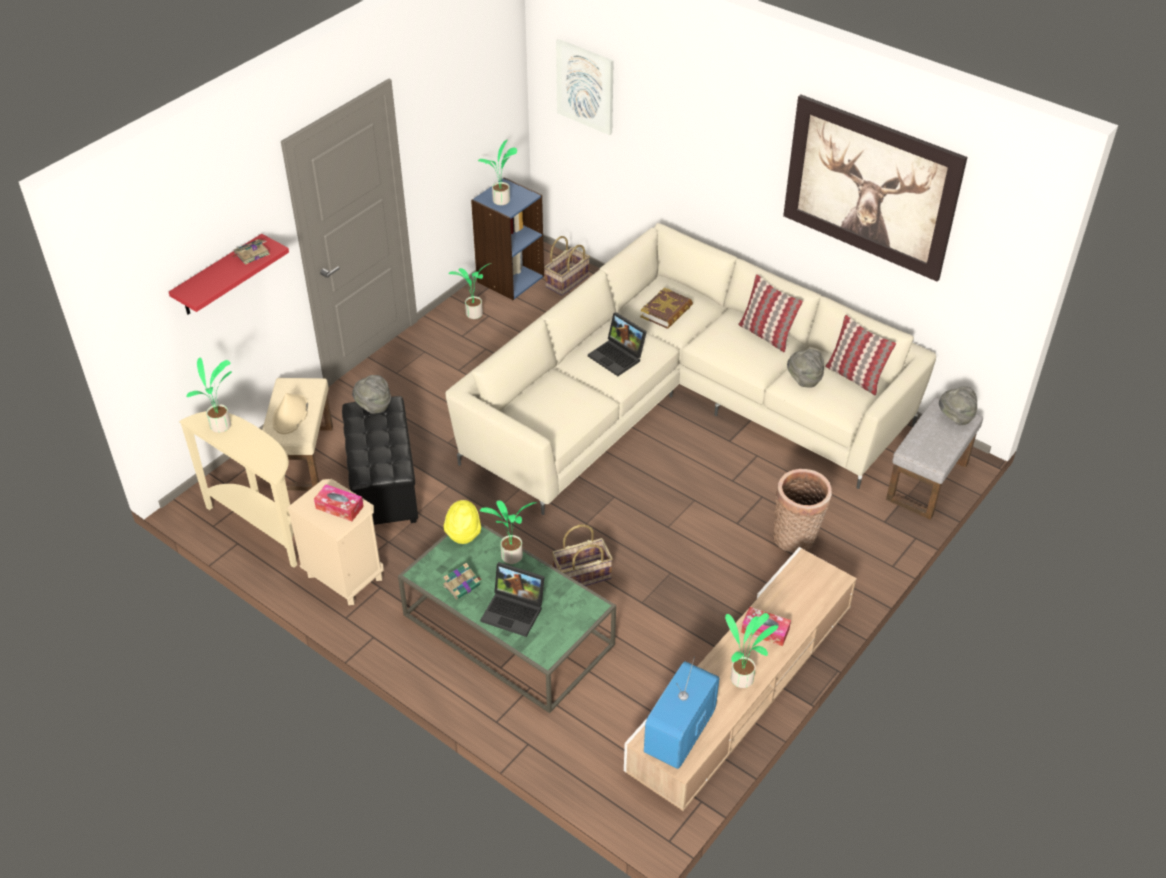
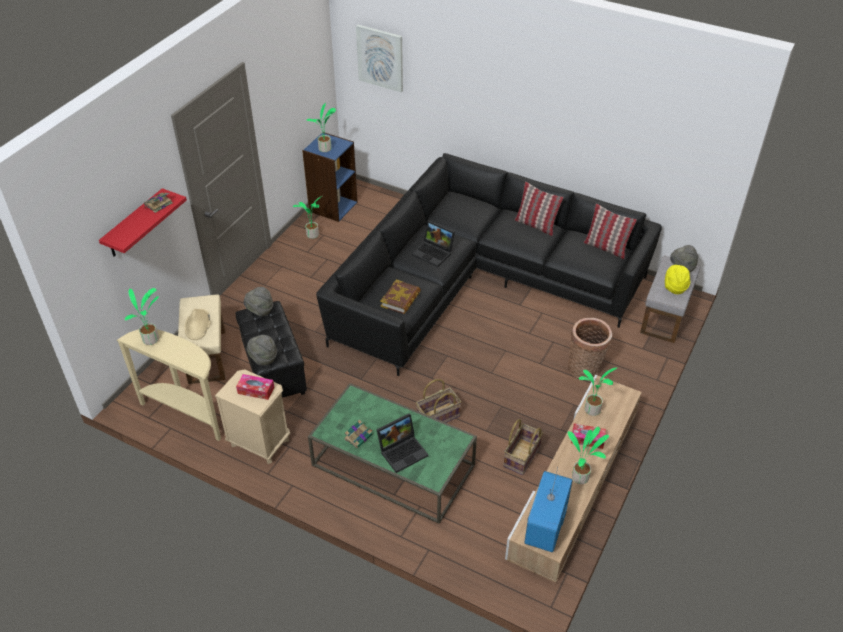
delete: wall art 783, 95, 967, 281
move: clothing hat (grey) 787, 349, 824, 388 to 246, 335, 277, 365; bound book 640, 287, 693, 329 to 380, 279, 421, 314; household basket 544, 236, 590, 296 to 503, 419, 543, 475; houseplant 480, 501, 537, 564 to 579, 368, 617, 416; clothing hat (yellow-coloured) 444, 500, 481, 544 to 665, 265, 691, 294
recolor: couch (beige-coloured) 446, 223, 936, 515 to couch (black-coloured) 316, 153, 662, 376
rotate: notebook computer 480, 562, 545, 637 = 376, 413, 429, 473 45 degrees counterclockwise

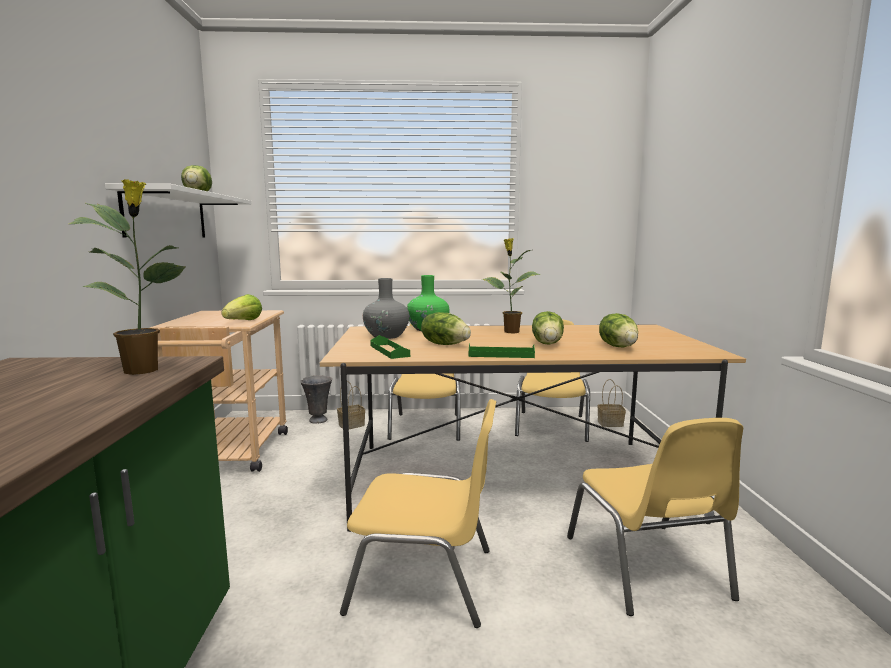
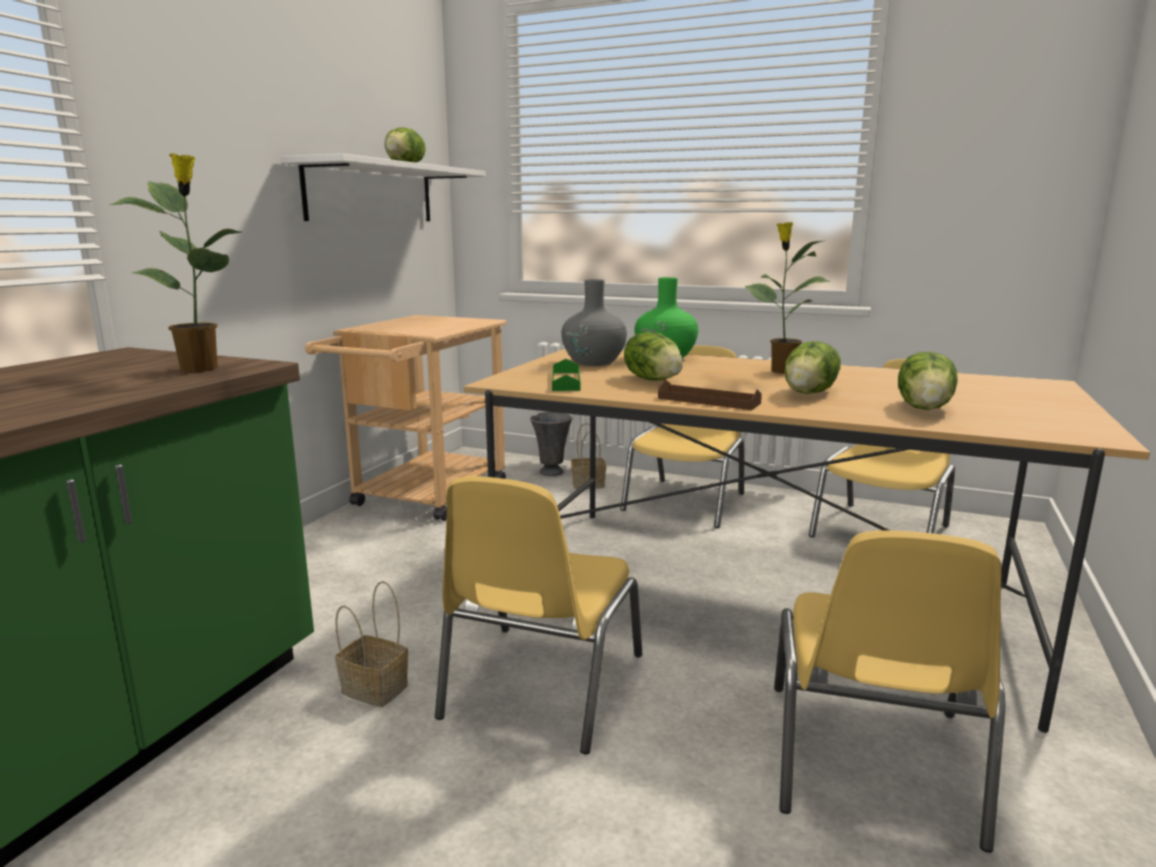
delete: lettuce head 221, 294, 262, 320
move: household basket 598, 379, 626, 427 to 335, 581, 408, 707
recolor: serving tray (green-coloured) 469, 343, 535, 358 to serving tray (brown) 658, 379, 762, 410
rotate: plain chair (yellow-coloured) 340, 399, 497, 628 = 435, 476, 642, 754 75 degrees clockwise

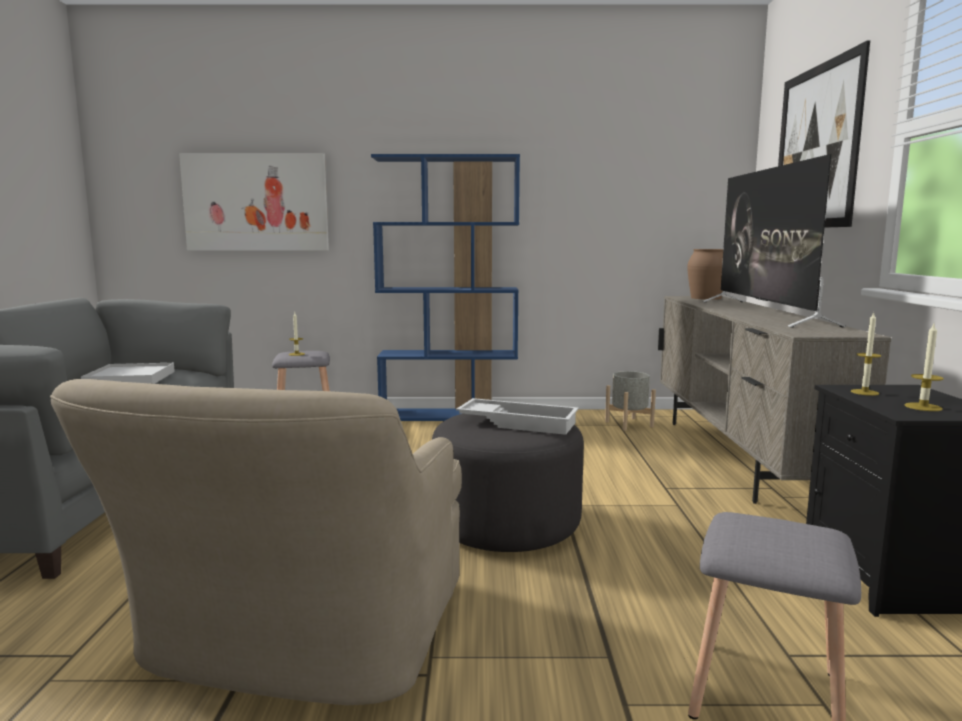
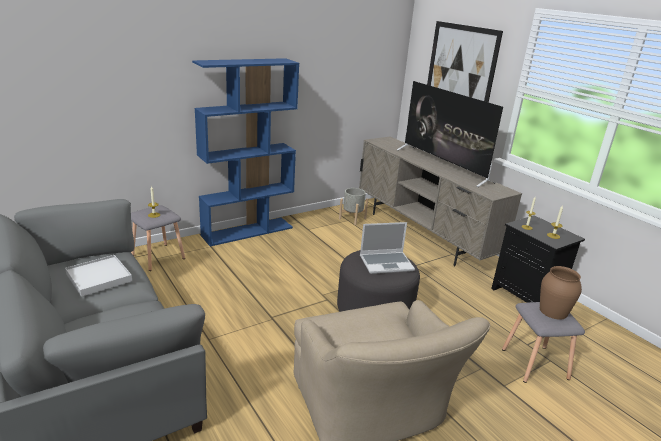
delete: wall art 179, 153, 329, 251
move: decorative vase (brown) 687, 249, 723, 300 to 540, 266, 582, 320
replace: serving tray (white-coloured) 456, 398, 579, 435 to notebook computer 360, 222, 415, 274

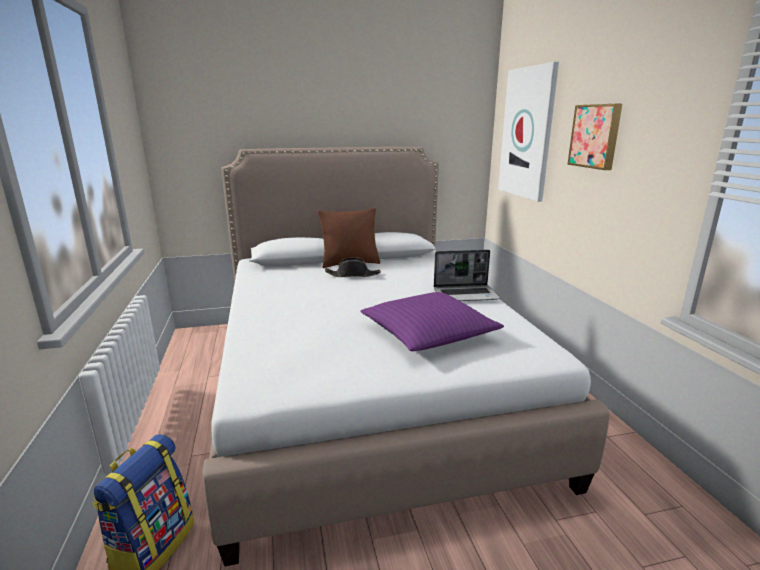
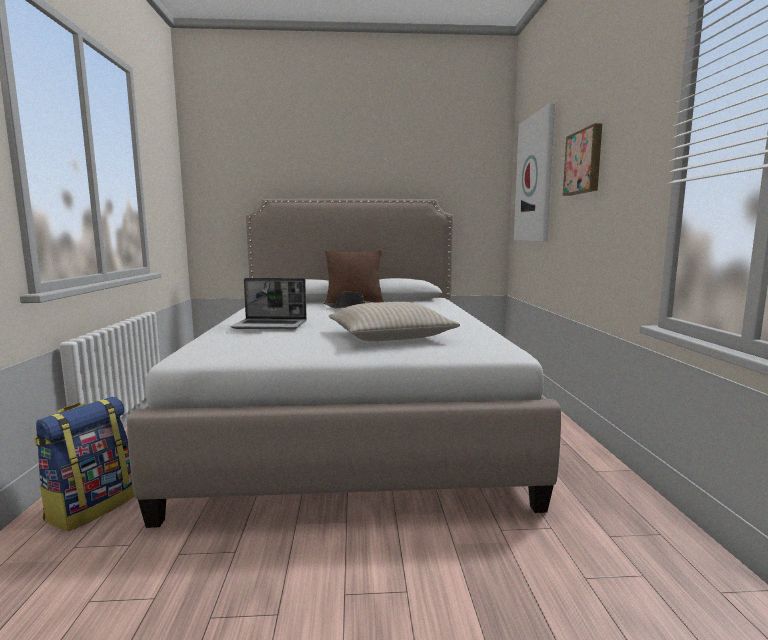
move: notebook computer 434, 250, 500, 301 to 231, 278, 307, 329
recolor: cushion (purplish) 361, 292, 504, 351 to cushion (beige-coloured) 328, 302, 460, 341

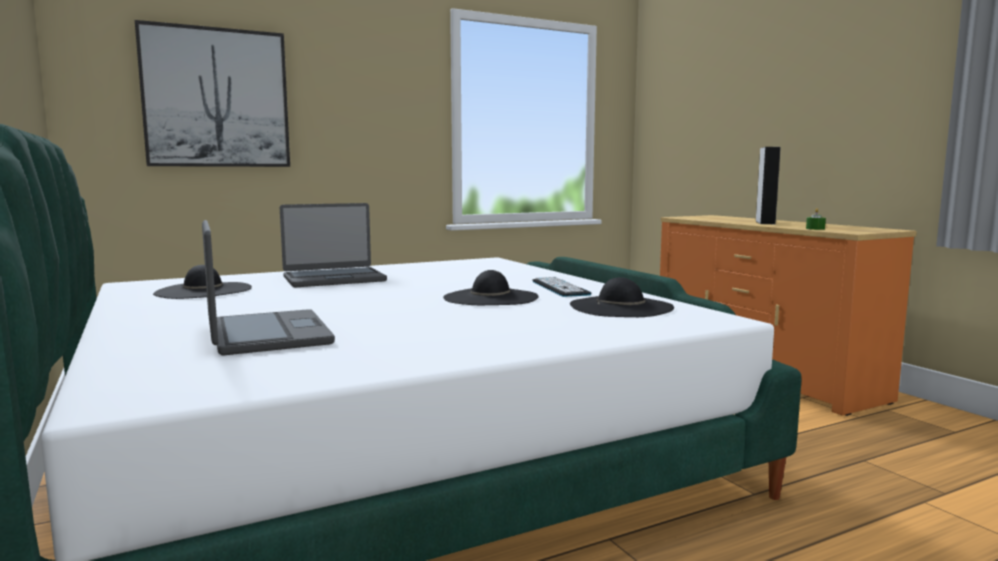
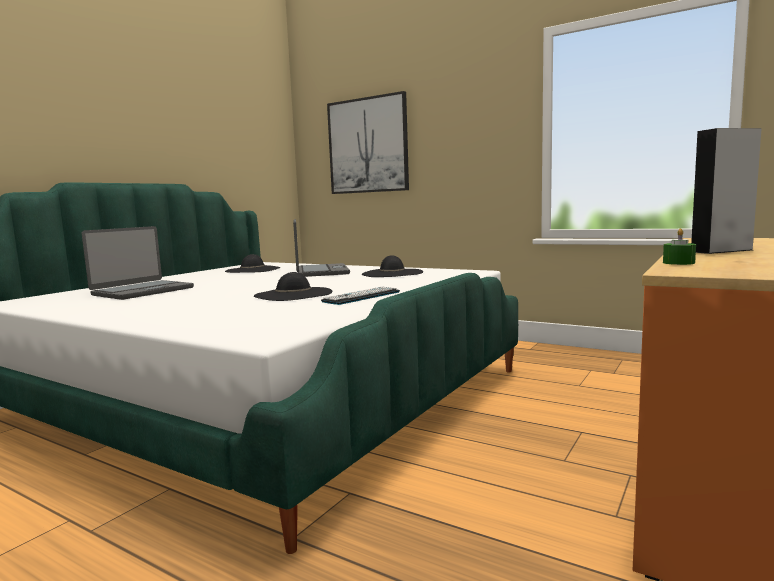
move: clothing hat (black-coloured) 570, 277, 674, 317 to 362, 255, 423, 277
rotate: notebook computer 280, 203, 387, 287 = 293, 219, 350, 277 135 degrees counterclockwise

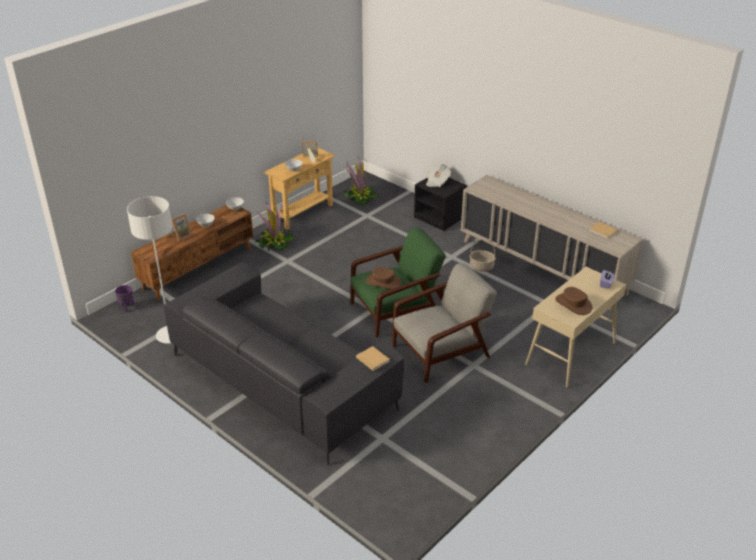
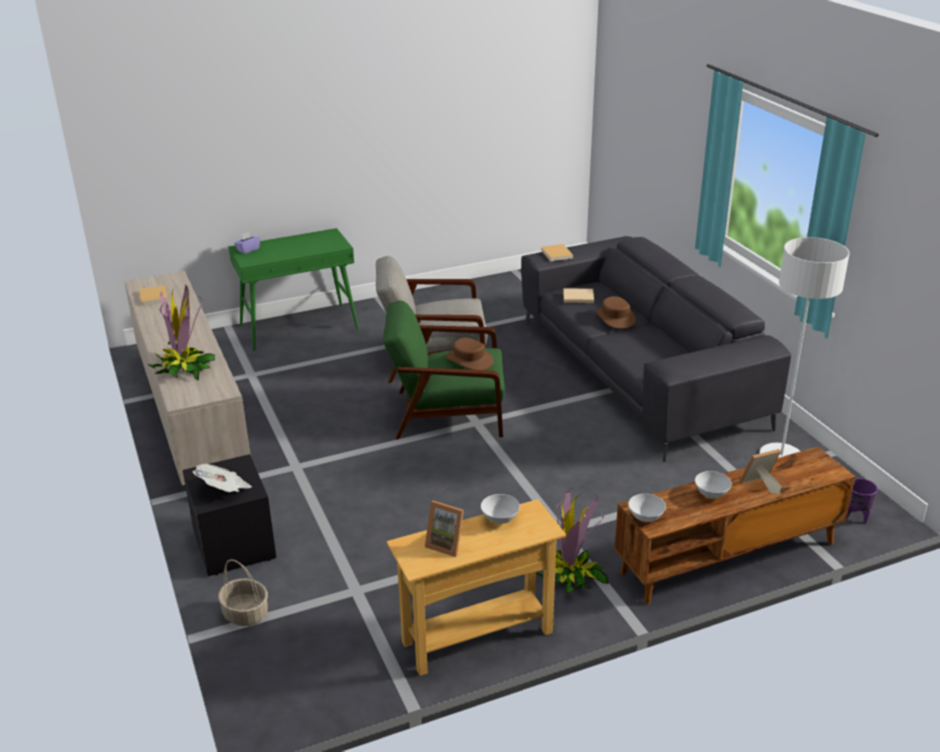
insert: bound book (beige-coloured) 563, 288, 594, 303
move: houseplant 344, 158, 378, 204 to 148, 284, 215, 381; household basket 469, 239, 496, 272 to 218, 560, 268, 626; clothing hat (brown) 555, 287, 593, 315 to 596, 296, 636, 329
recolor: hall table (beige-coloured) 525, 267, 626, 387 to hall table (green-coloured) 229, 228, 359, 350

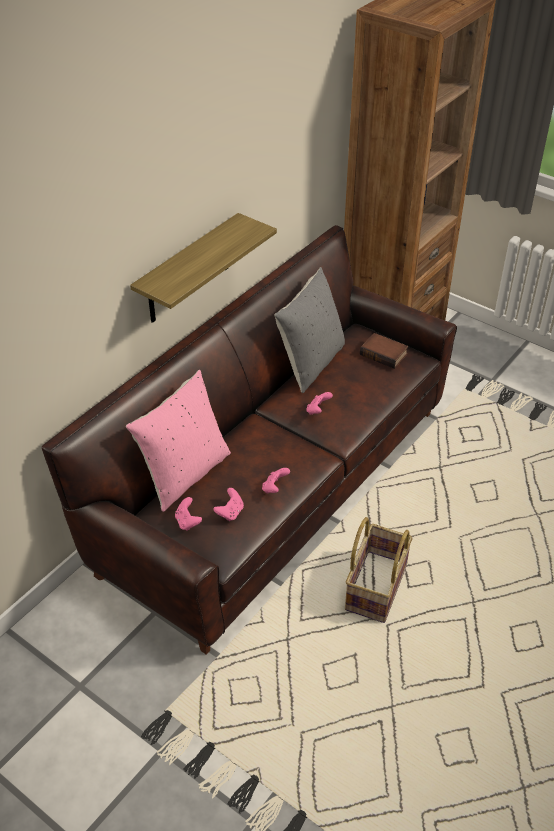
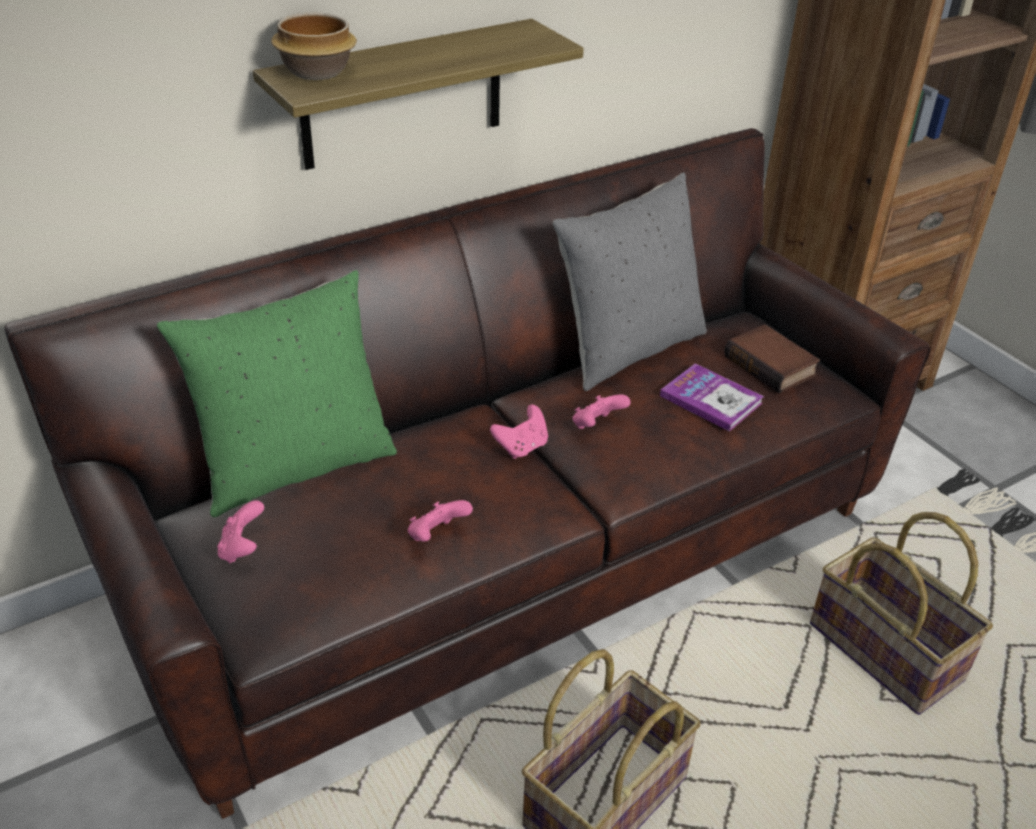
insert: serving bowl 271, 13, 357, 80; bound book 660, 363, 764, 432; household basket 810, 512, 993, 715
move: game controller (pinkish) 213, 488, 244, 521 to 490, 405, 548, 459
recolor: cushion (pinkish) 126, 370, 231, 512 to cushion (green-coloured) 157, 270, 397, 517

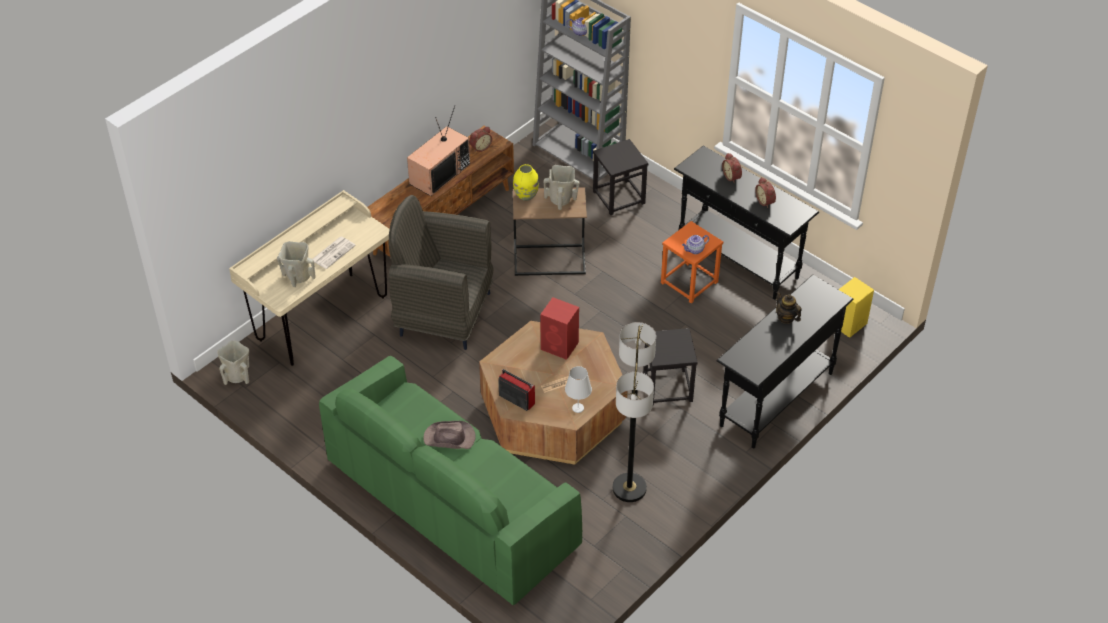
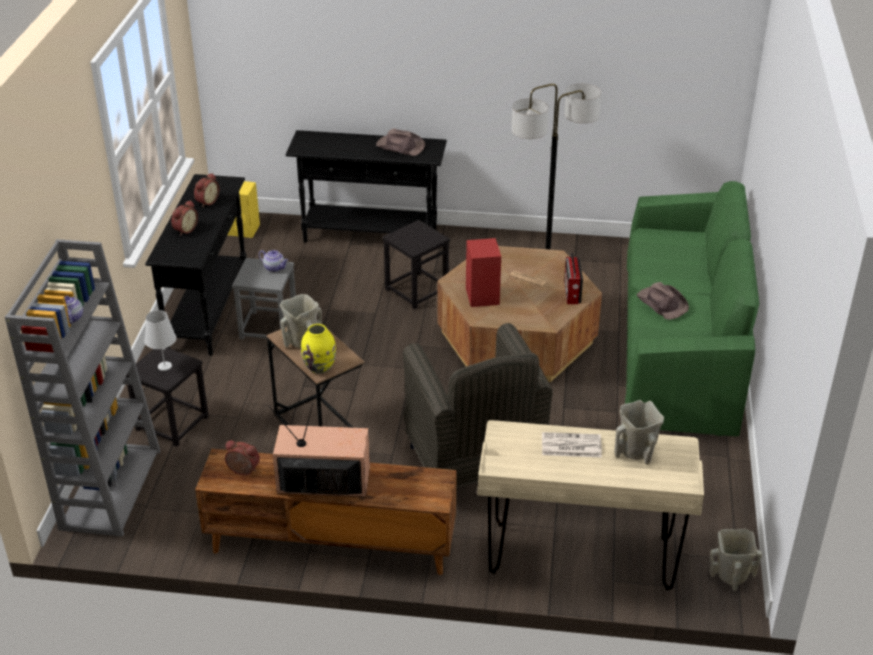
delete: teapot 776, 291, 802, 324
insert: clothing hat (brown) 376, 128, 425, 156
move: table lamp (white-coloured) 565, 366, 592, 413 to 144, 310, 176, 371
recolor: stool seat (orange) 661, 221, 723, 303 to stool seat (grey) 232, 258, 296, 340

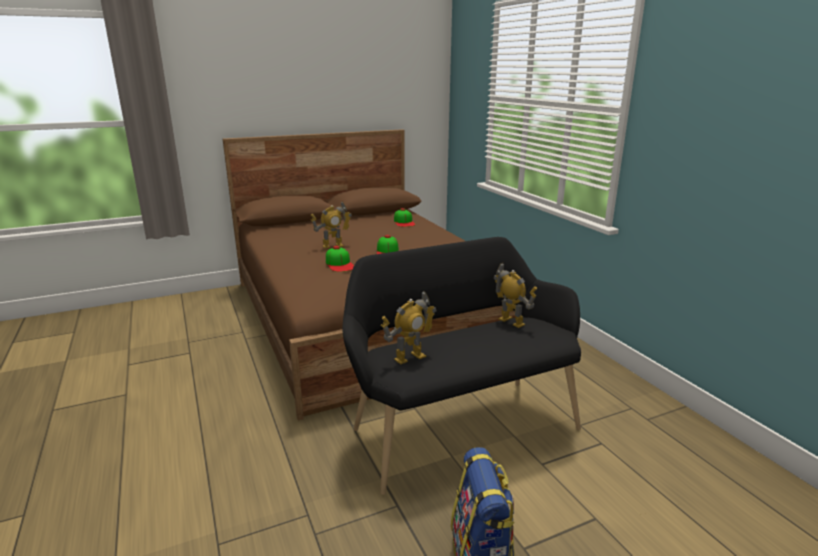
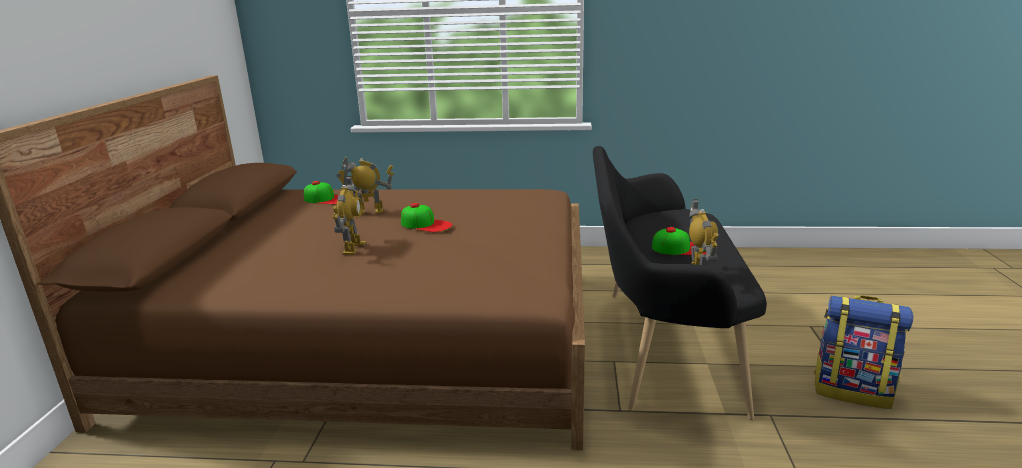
move: model robot 494, 263, 537, 328 to 336, 156, 394, 215; peaked cap 326, 246, 354, 272 to 652, 227, 707, 255

